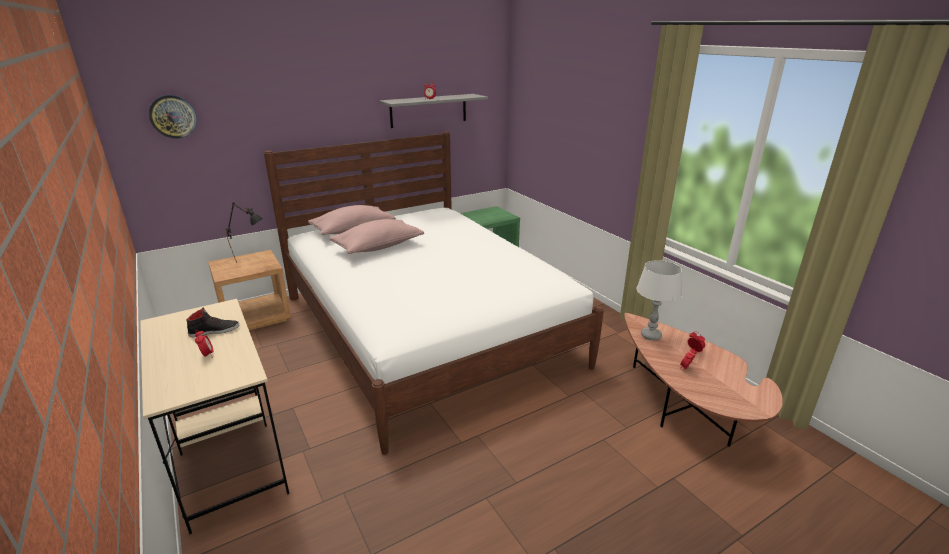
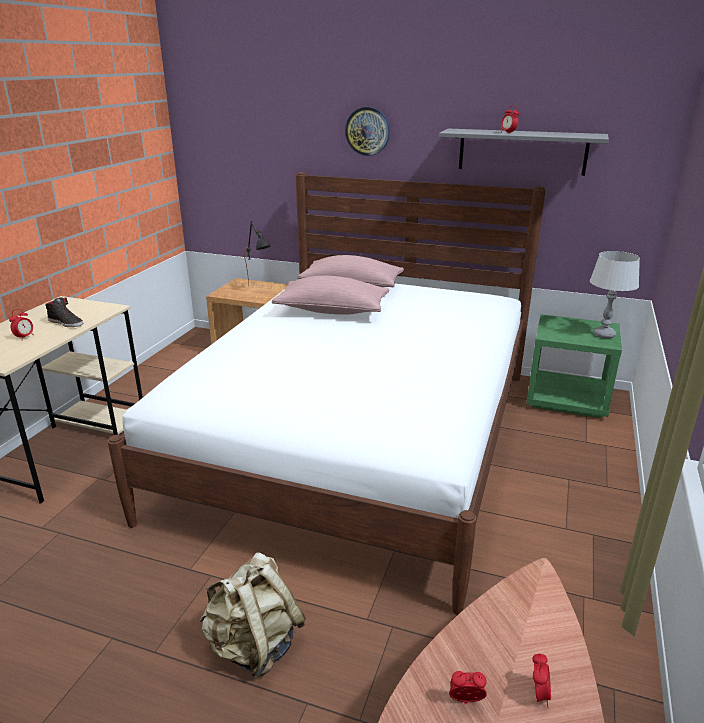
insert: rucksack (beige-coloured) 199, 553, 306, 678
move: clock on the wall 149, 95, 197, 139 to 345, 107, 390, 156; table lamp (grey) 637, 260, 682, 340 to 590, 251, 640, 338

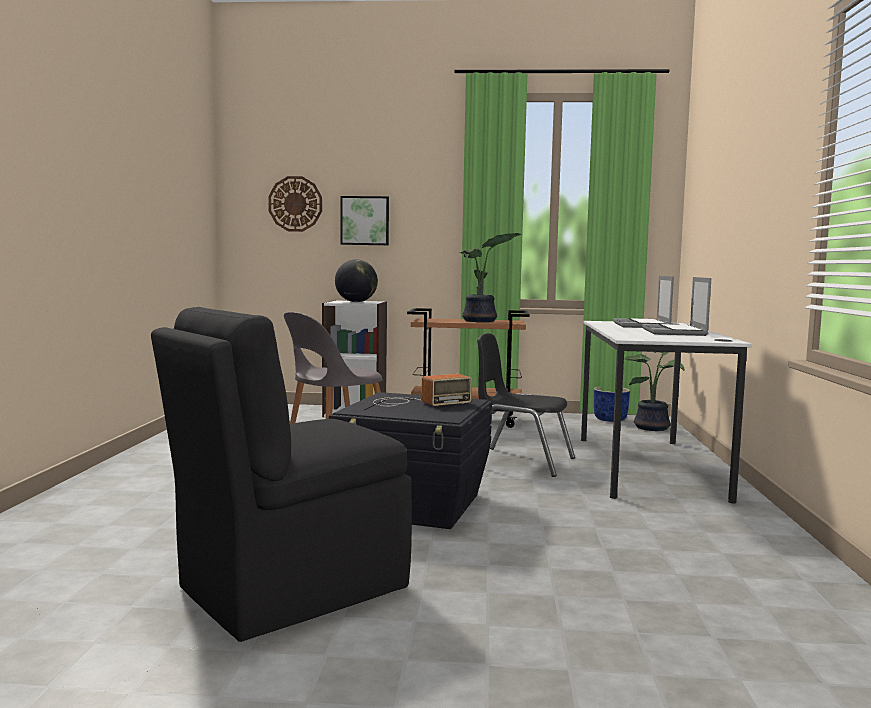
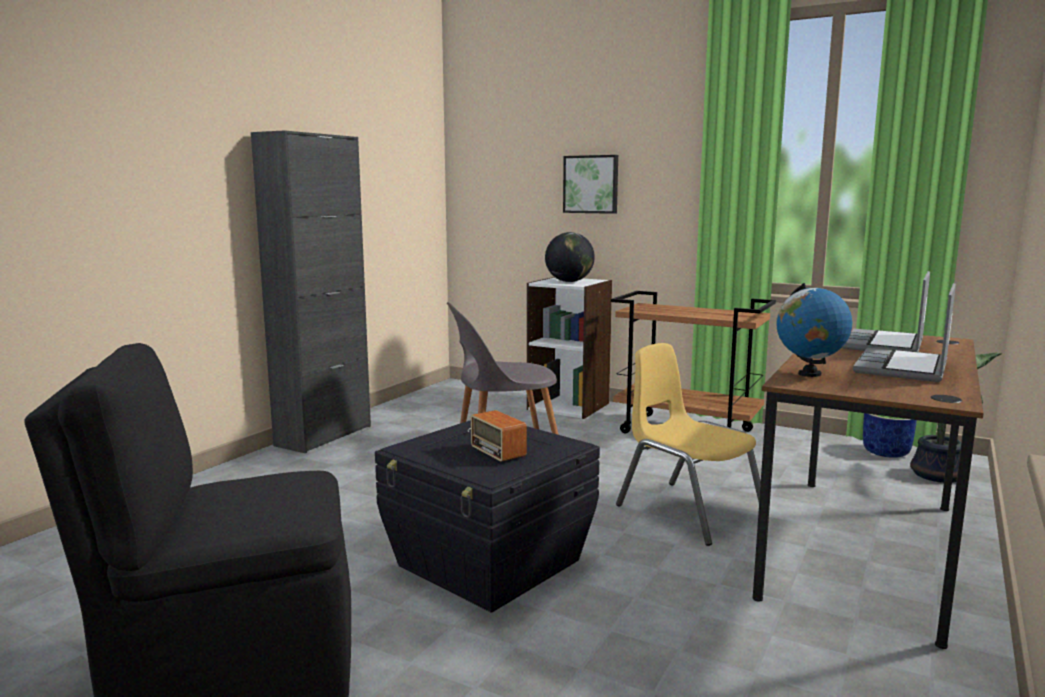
delete: clock on the wall 268, 176, 322, 232; houseplant 460, 233, 521, 322
insert: cupboard (black-coloured) 251, 130, 371, 453; globe 776, 283, 852, 377
recolor: plain chair (black-coloured) 477, 333, 575, 477 to plain chair (yellow-coloured) 616, 343, 761, 546; desk unit (white-coloured) 581, 321, 752, 503 to desk unit (brown) 752, 329, 984, 649
rotate: radio receiver 373, 374, 472, 407 = 468, 410, 527, 462 60 degrees clockwise

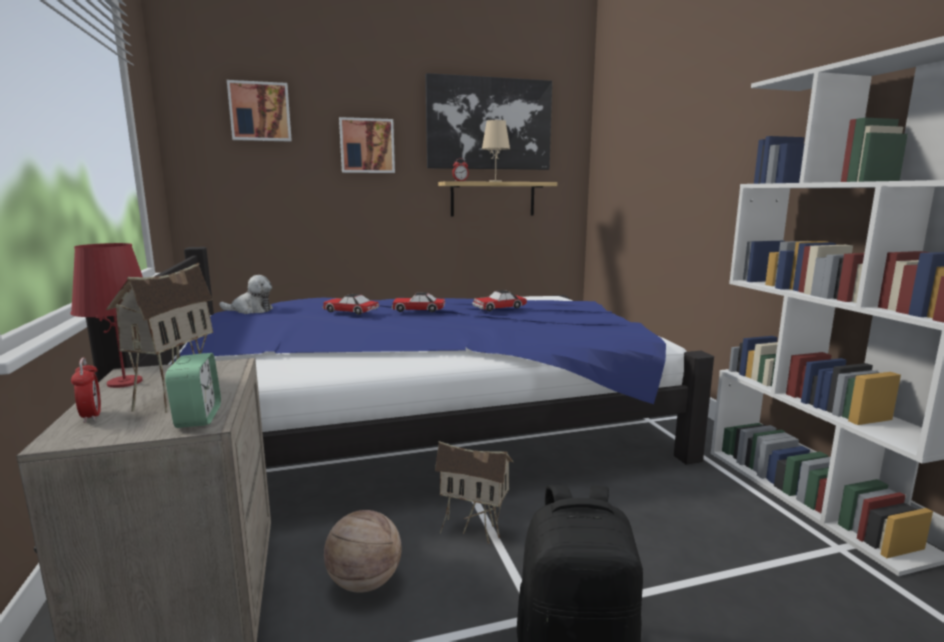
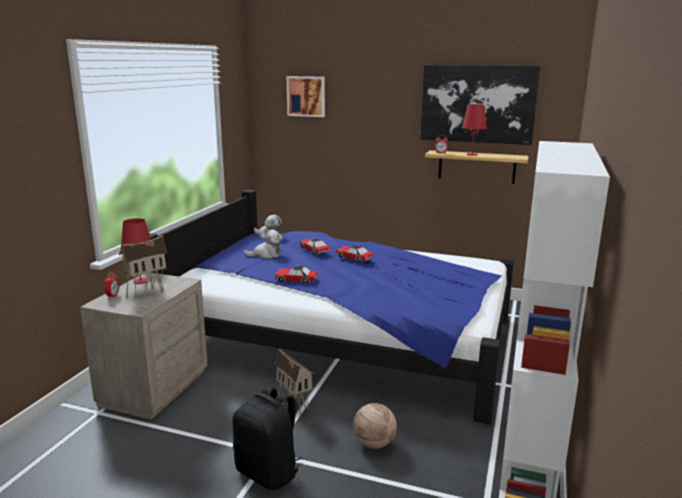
delete: table clock 165, 353, 221, 428; wall art 339, 117, 395, 173
insert: soft toy 244, 230, 283, 259
move: model car 472, 290, 527, 311 to 274, 266, 317, 284; basketball 324, 510, 402, 593 to 353, 403, 397, 449
recolor: table lamp (beige-coloured) 482, 120, 510, 182 to table lamp (red-coloured) 462, 104, 487, 156

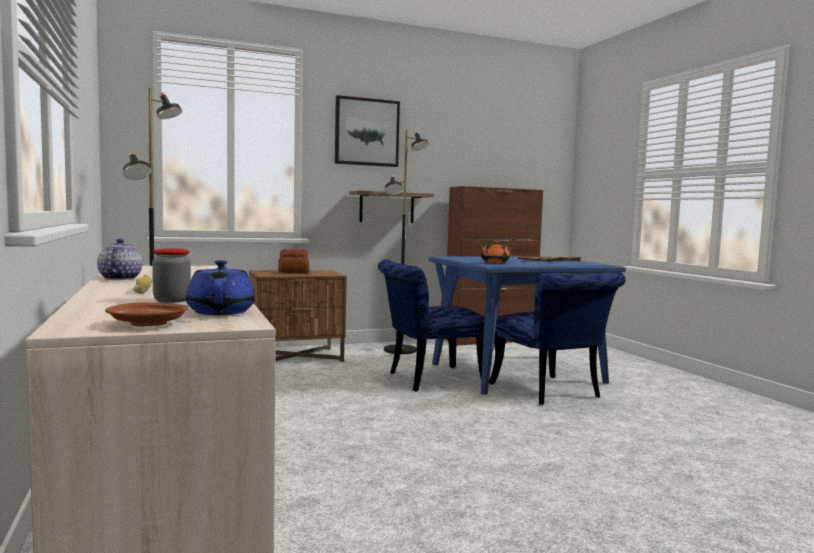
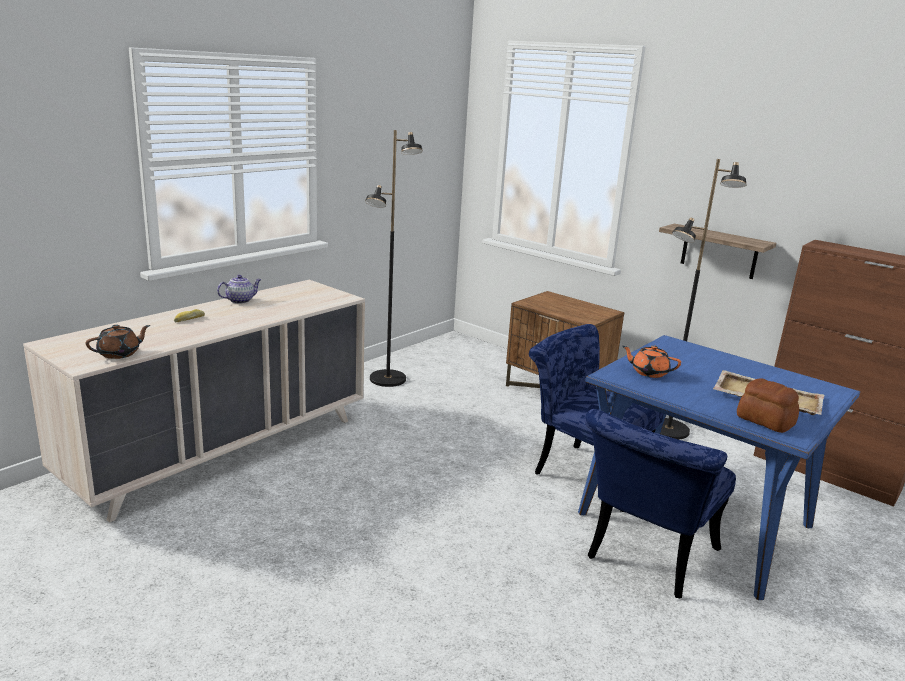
delete: flat dish (brown) 105, 303, 188, 326; preserve jar 152, 249, 191, 303; wall art 335, 95, 400, 167
move: baked bread 278, 249, 309, 273 to 737, 378, 799, 433
recolor: teapot (blue-coloured) 186, 260, 255, 315 to teapot (brown) 86, 325, 150, 359

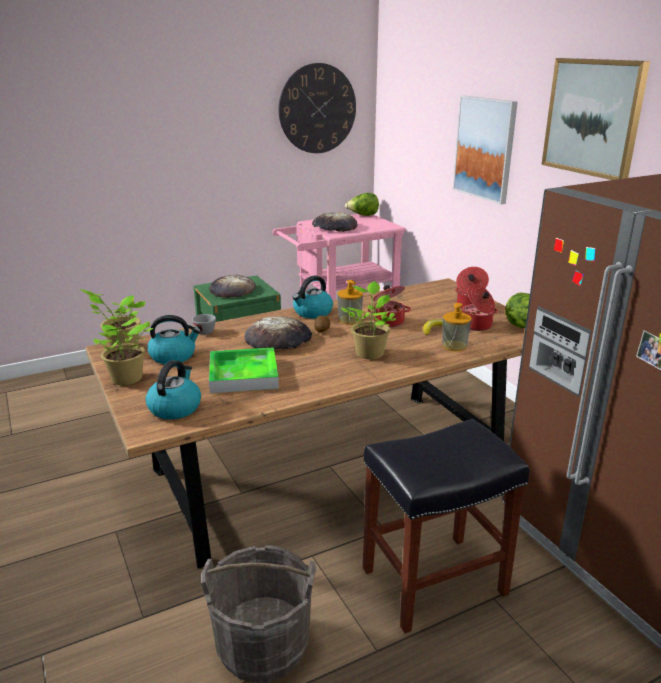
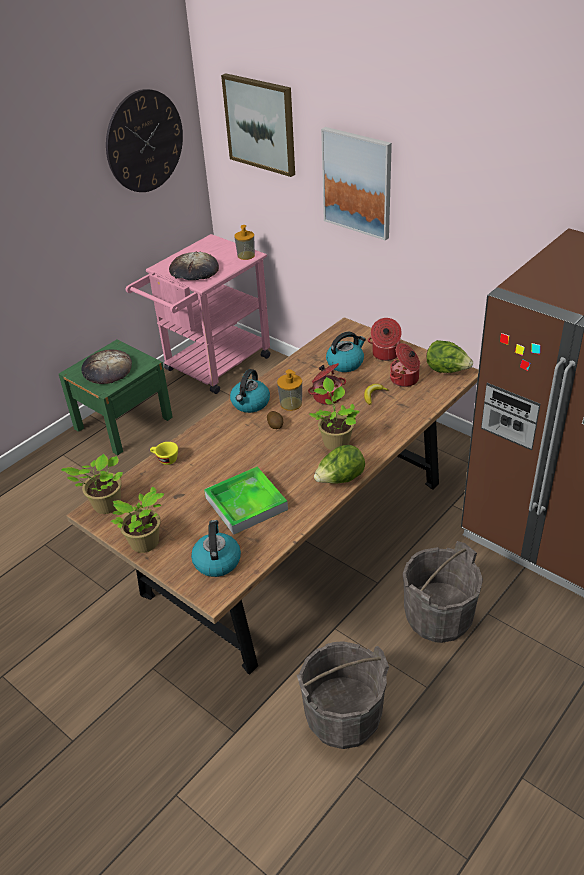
delete: baked bread 244, 316, 312, 349
move: wall art 541, 58, 650, 180 to 221, 74, 295, 177; soap bottle 442, 303, 472, 351 to 234, 225, 255, 260; lettuce head 345, 193, 379, 216 to 314, 445, 365, 484; tea kettle 147, 315, 201, 364 to 326, 332, 366, 372
replace: stool seat (black-coloured) 363, 419, 529, 633 to water bucket (grey) 403, 541, 483, 643
recolor: small cup (grey) 192, 314, 216, 334 to small cup (yellow-coloured) 150, 442, 178, 465

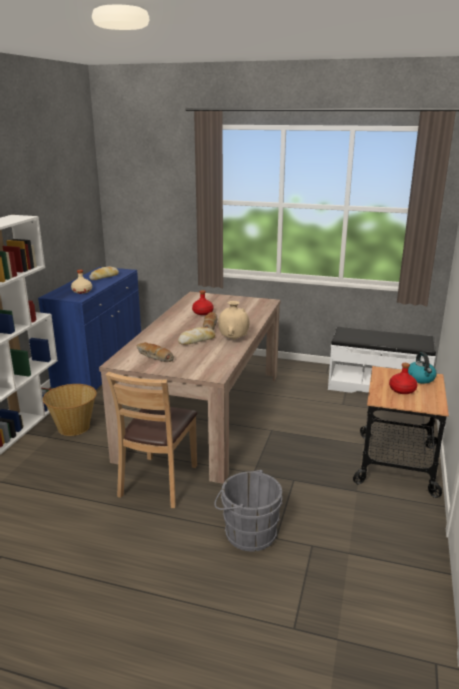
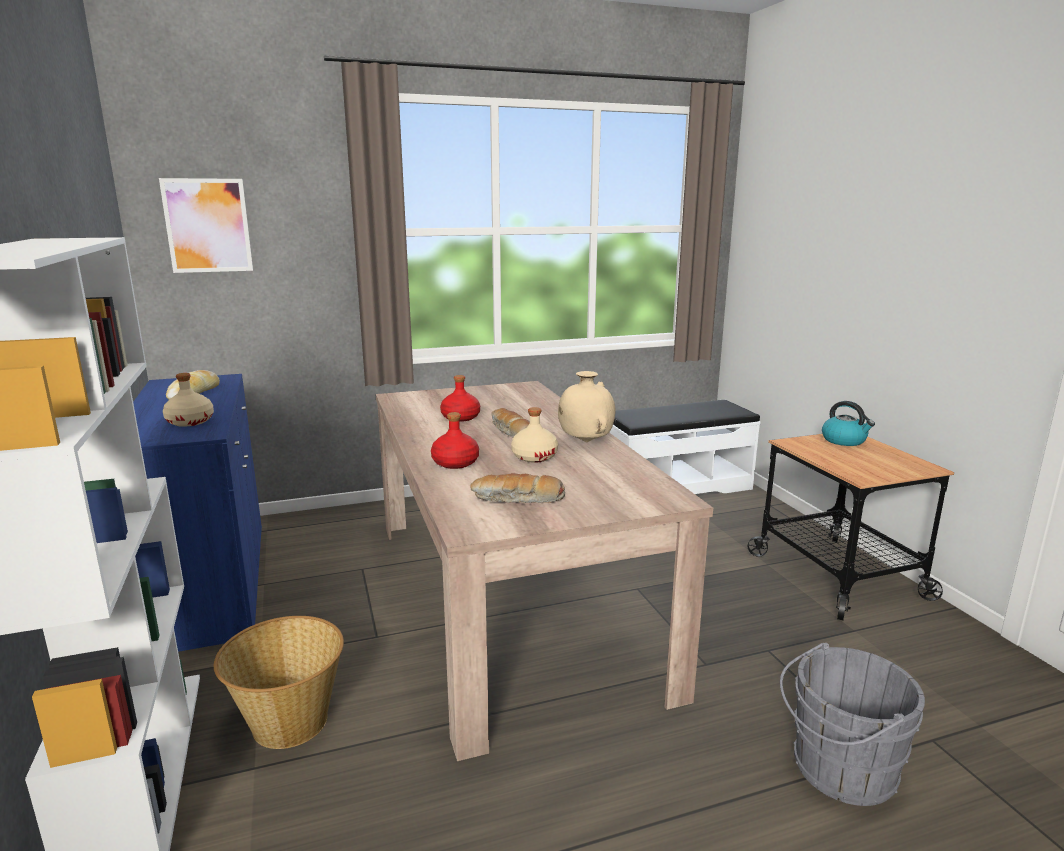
delete: plain chair (brown) 105, 372, 197, 508
insert: wall art 159, 178, 253, 273
move: bottle (red-coloured) 389, 363, 418, 394 to 431, 412, 479, 469
replace: baked bread 178, 327, 215, 345 to bottle (beige-coloured) 511, 407, 558, 463

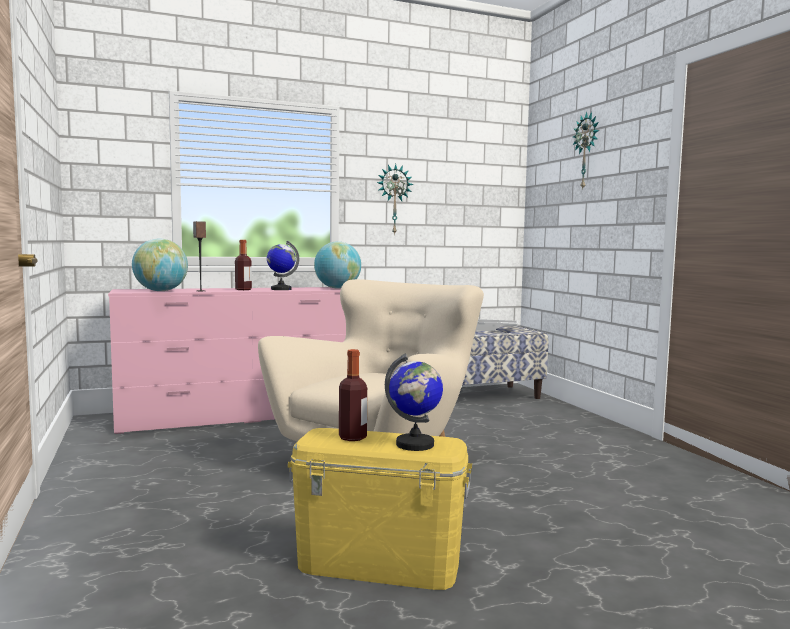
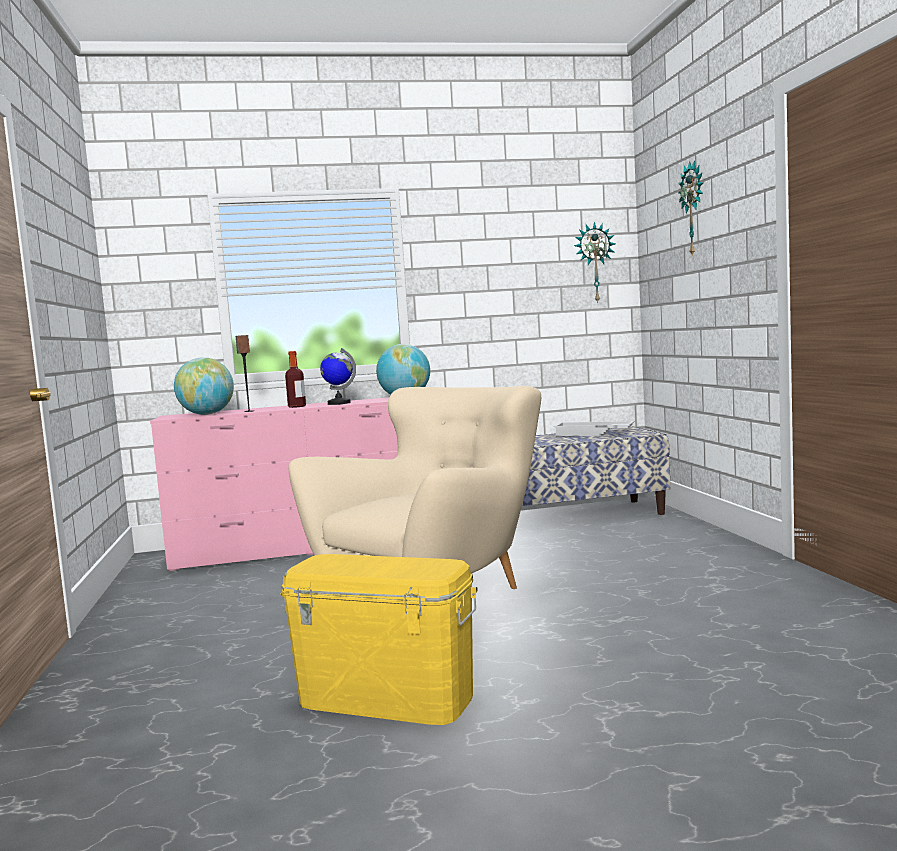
delete: bottle 339, 349, 367, 441; globe 385, 353, 443, 451
move: clock on the wall 377, 164, 413, 235 to 574, 222, 616, 304

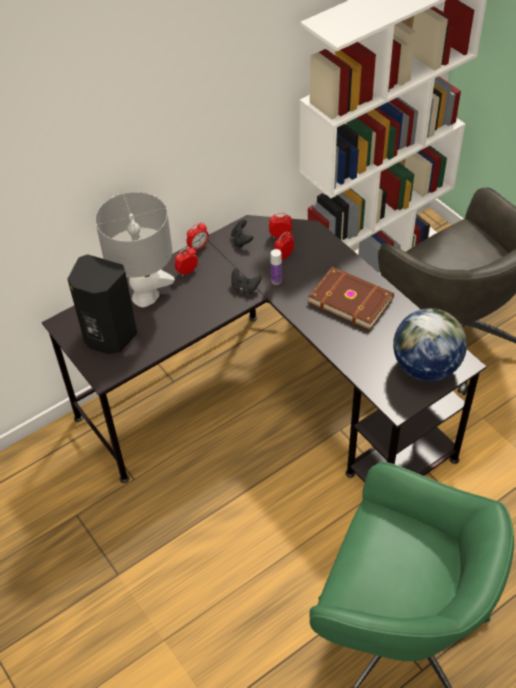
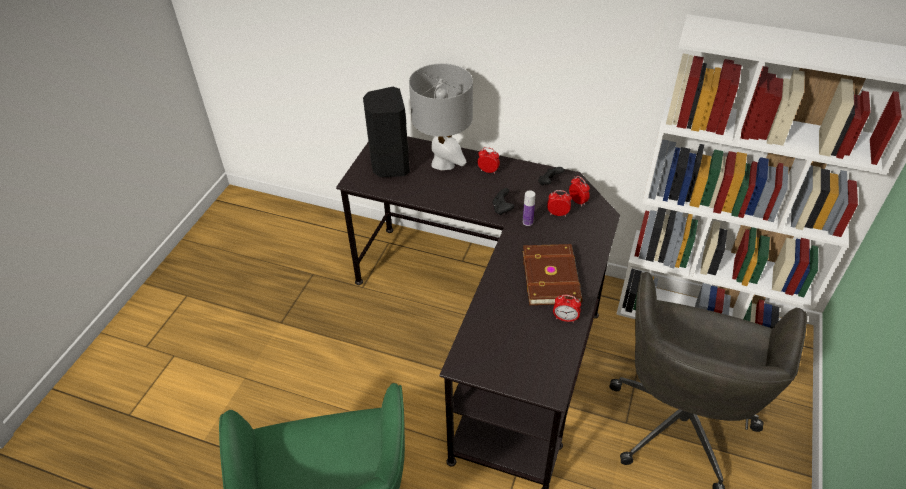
delete: globe 393, 308, 467, 381
move: table clock 187, 222, 209, 250 to 553, 295, 581, 323

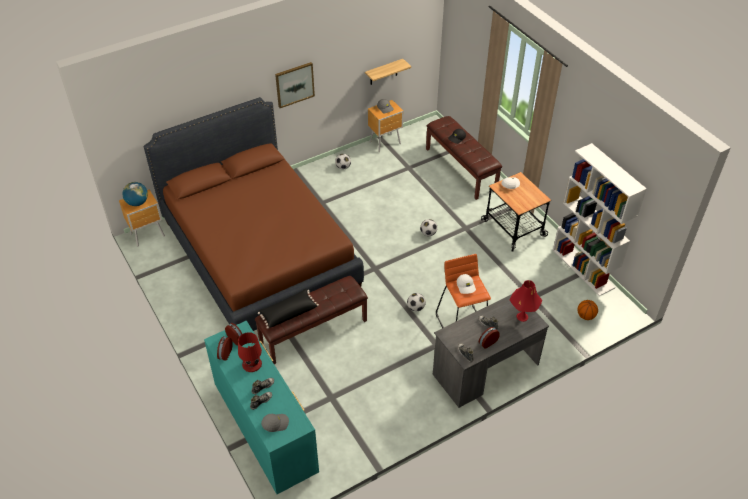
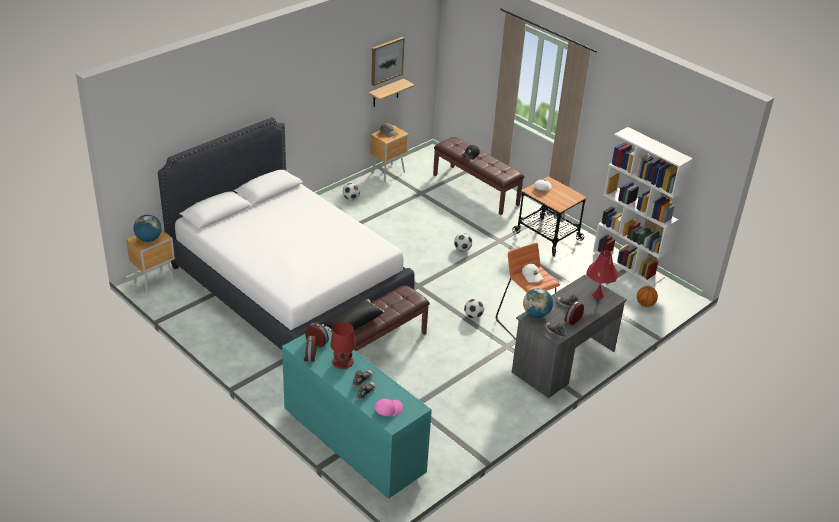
insert: globe 523, 288, 553, 318
move: wall art 275, 62, 315, 108 to 371, 37, 405, 86
recolor: sleeping bed (brown) 144, 97, 364, 331 to sleeping bed (white-coloured) 158, 117, 415, 350; peaked cap (grey) 261, 414, 289, 432 to peaked cap (pinkish) 374, 399, 403, 416

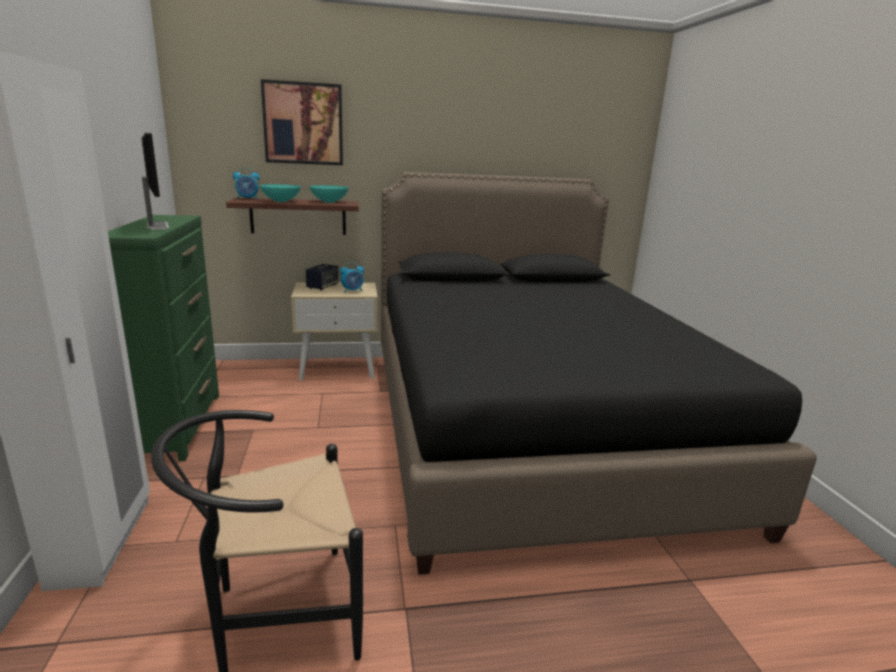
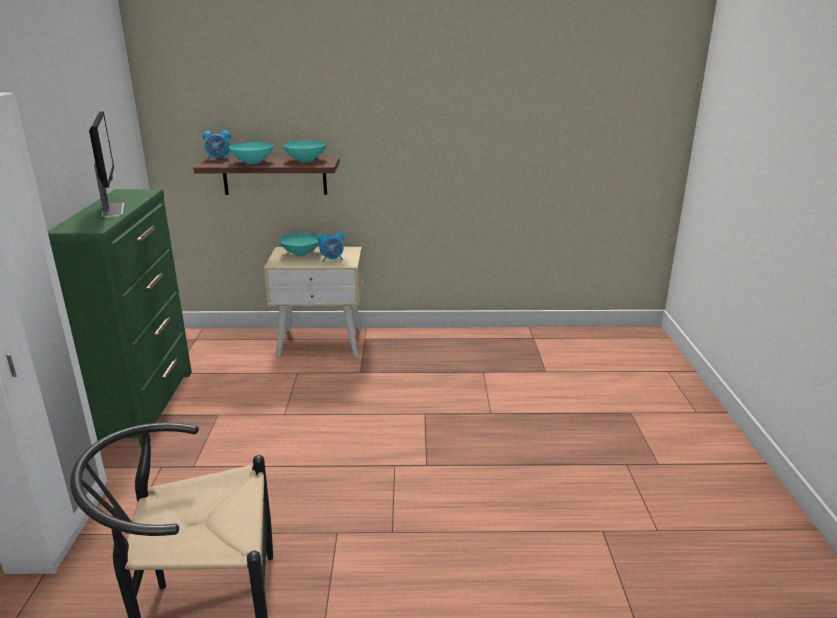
delete: wall art 261, 79, 343, 165; sleeping bed (black-coloured) 381, 172, 817, 575
replace: speaker 306, 264, 338, 290 to serving bowl (turquoise) 279, 233, 319, 256

